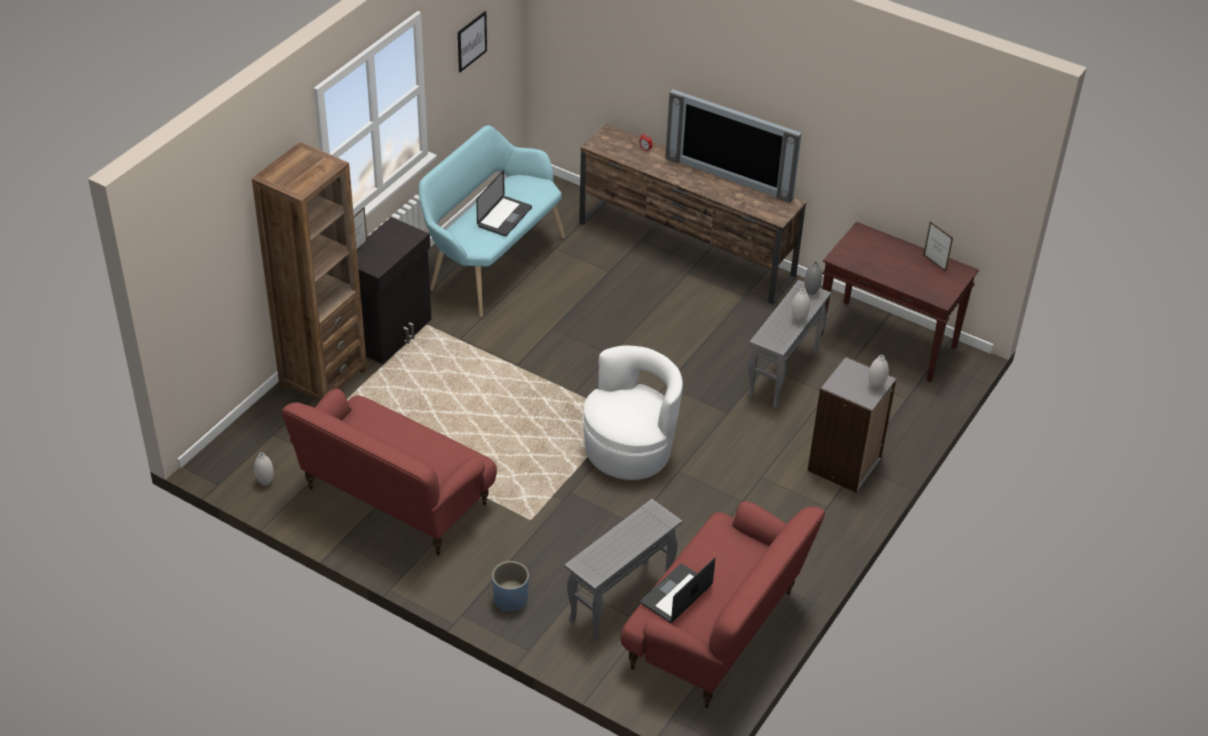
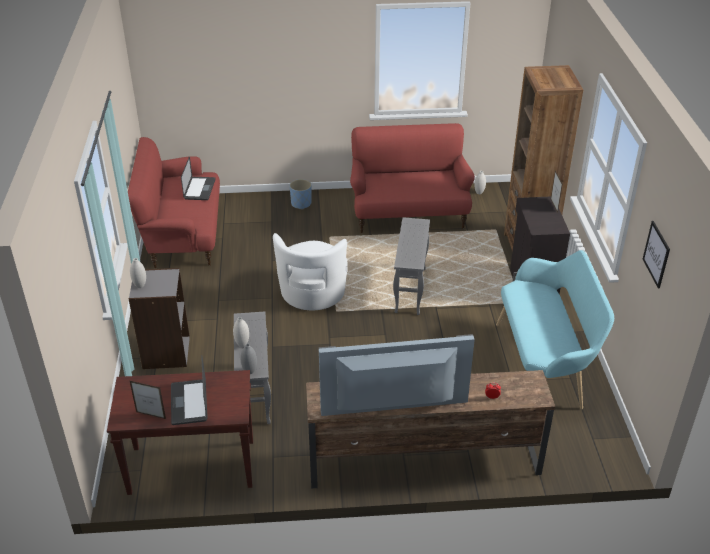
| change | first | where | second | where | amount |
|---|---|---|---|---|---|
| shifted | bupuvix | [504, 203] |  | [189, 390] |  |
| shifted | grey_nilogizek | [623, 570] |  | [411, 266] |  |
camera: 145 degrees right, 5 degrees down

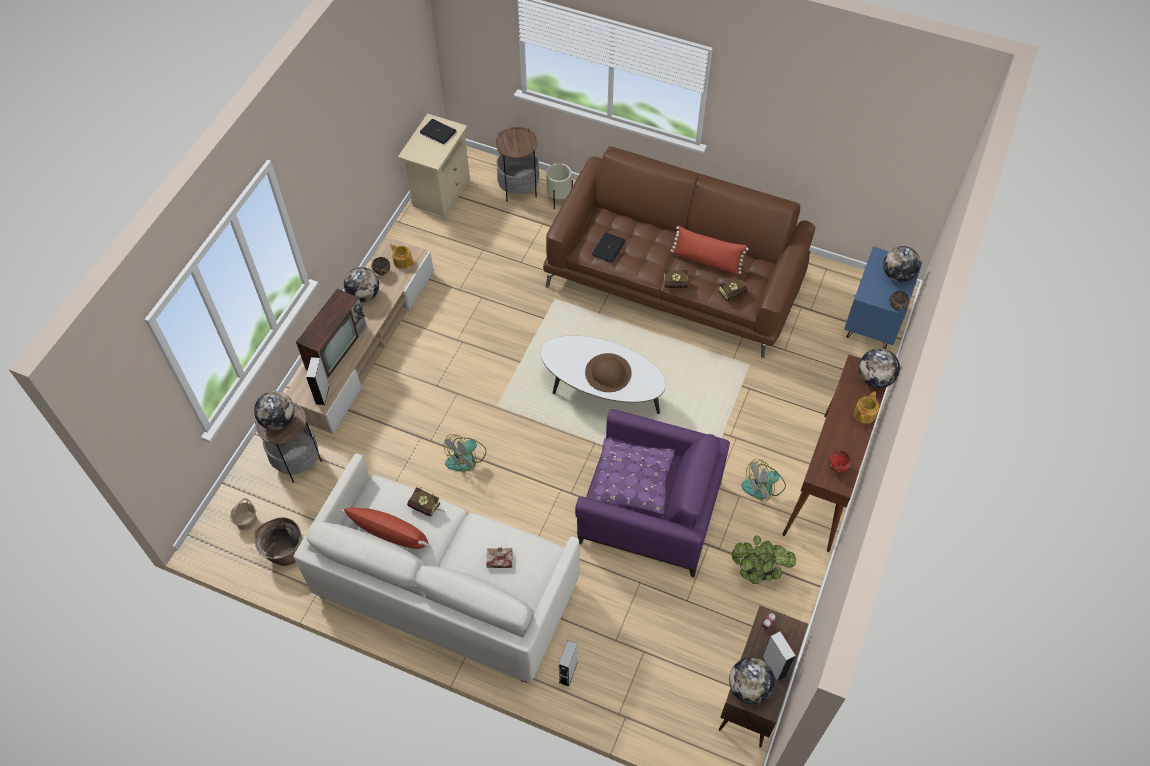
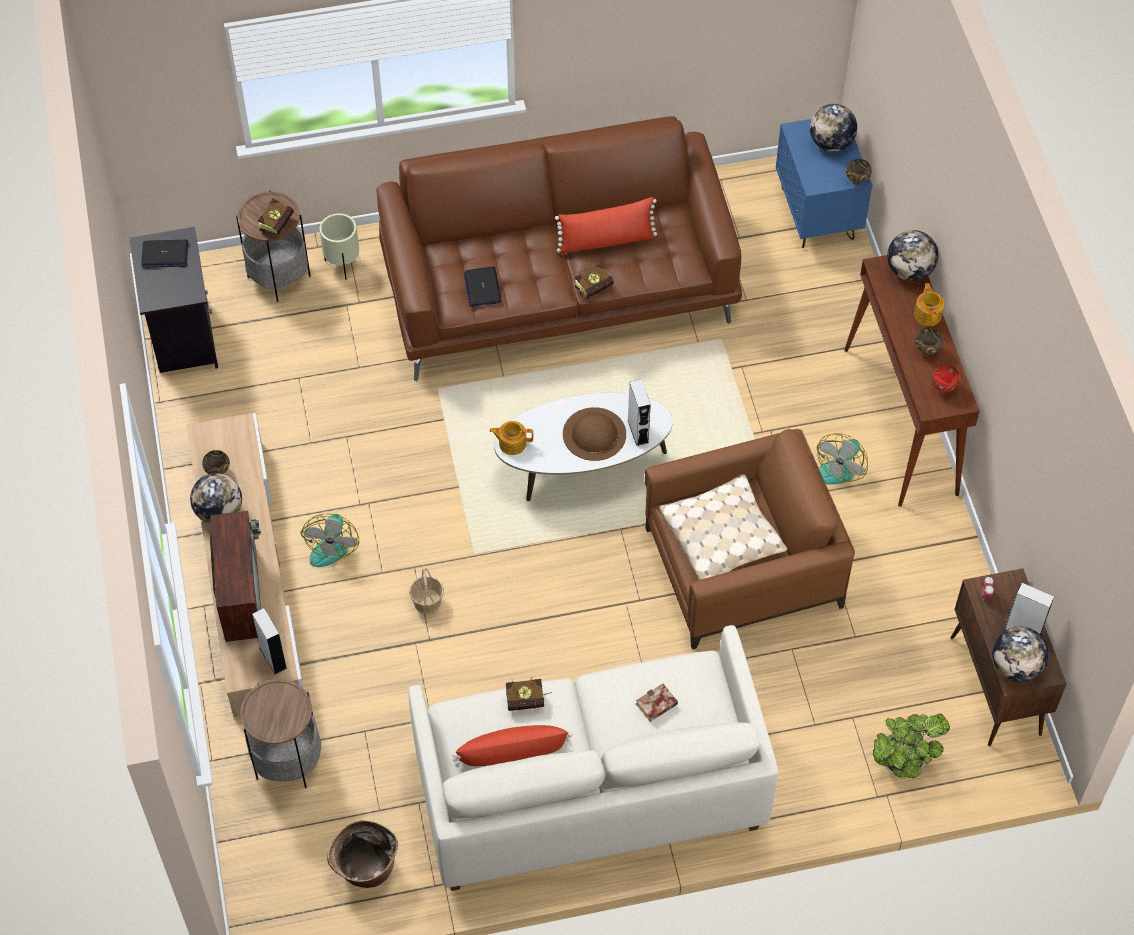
| change | first | where | second | where | amount |
|---|---|---|---|---|---|
| repainted | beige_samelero | [434, 167] | black_samelero | [173, 300] |  |
| shifted | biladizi | [733, 288] |  | [276, 216] |  |
| shifted | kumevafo | [465, 453] |  | [329, 540] |  |
| shifted | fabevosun | [243, 514] |  | [426, 591] |  |
| shifted | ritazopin | [401, 256] |  | [511, 438] |  |
| shifted | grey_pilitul | [568, 663] |  | [639, 412] |  |
| repainted | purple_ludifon | [652, 493] | brown_ludifon | [750, 539] |  |
| repainted | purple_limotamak | [634, 476] | beige_limotamak | [723, 527] |  |
| shifted | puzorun | [764, 559] |  | [911, 746] |  |
| new |  |  | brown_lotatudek | [928, 341] |  |
| gone | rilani | [274, 410] |  |  |  |
camera: 35 degrees left, 0 degrees up

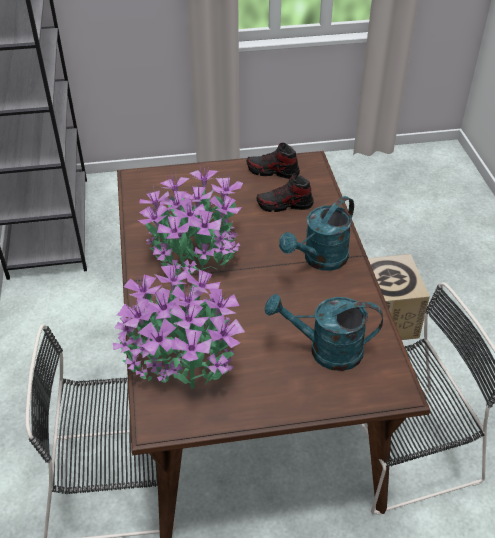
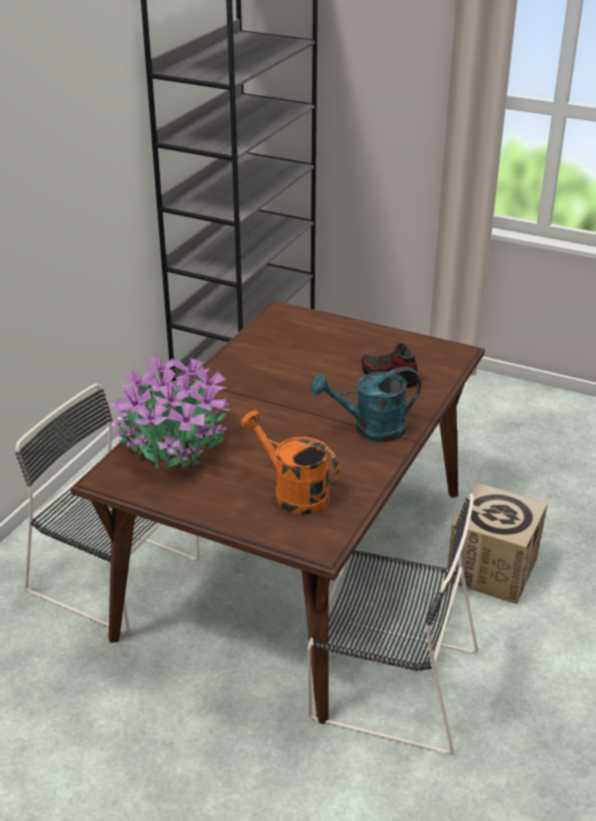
| change | first | where | second | where | amount |
|---|---|---|---|---|---|
| repainted | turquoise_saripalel | [324, 332] | orange_saripalel | [290, 462] |  |
| gone | puzorun | [190, 219] |  |  |  |
| gone | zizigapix | [273, 161] |  |  |  |
camera: 35 degrees right, 10 degrees down

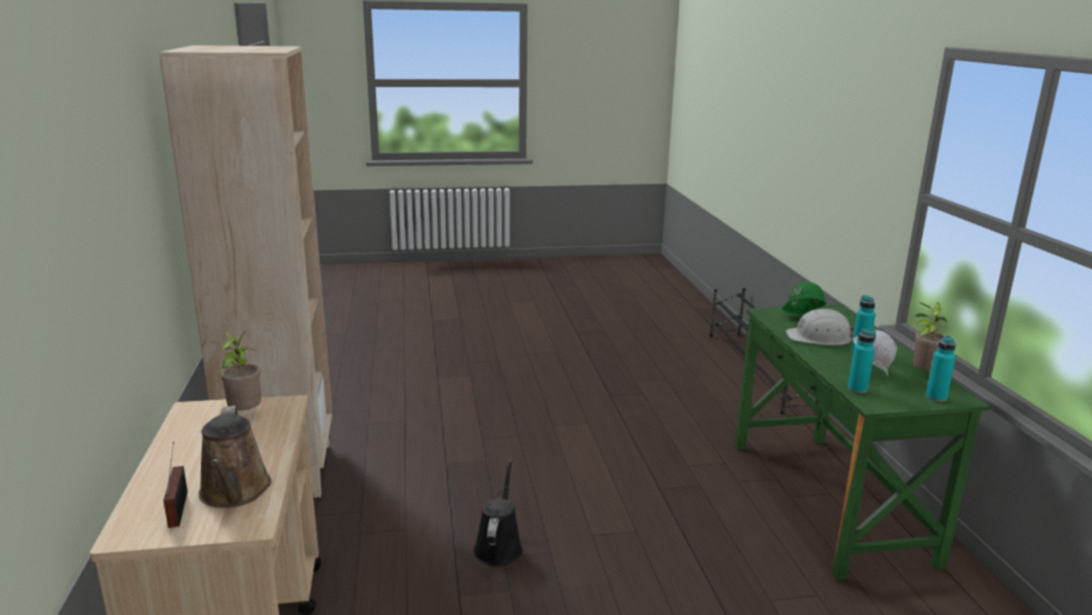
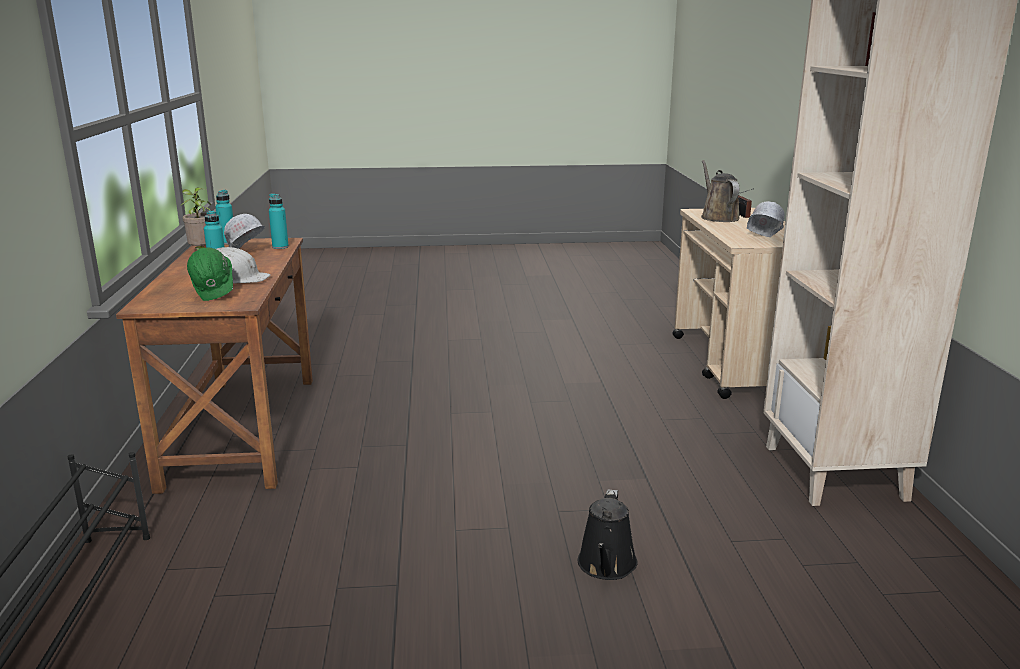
| change | first | where | second | where | amount |
|---|---|---|---|---|---|
| repainted | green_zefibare | [862, 442] | brown_zefibare | [214, 366] |  |
| shifted | black_saripalel | [498, 513] |  | [608, 534] |  |
| swapped | puzorun | [240, 371] | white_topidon | [766, 219] |  |
camera: 175 degrees left, 0 degrees up

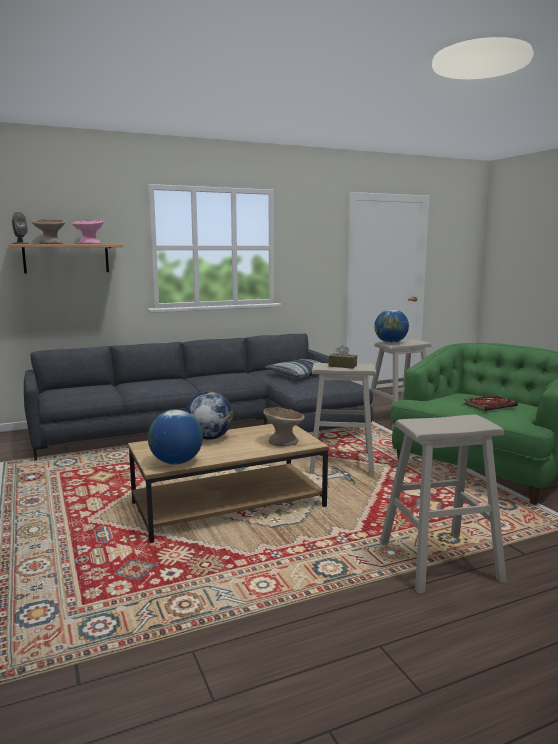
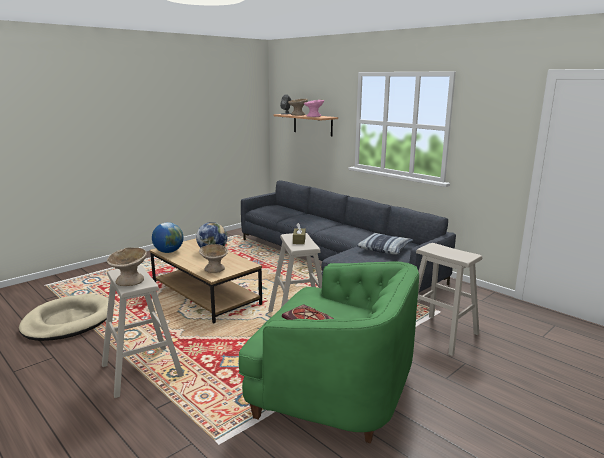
| change | first | where | second | where | amount |
|---|---|---|---|---|---|
| new |  |  | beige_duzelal | [64, 317] |  |
| new |  |  | beige_lotatudek | [127, 267] |  |
| gone | rilani | [391, 326] |  |  |  |
camera: 70 degrees right, 5 degrees up

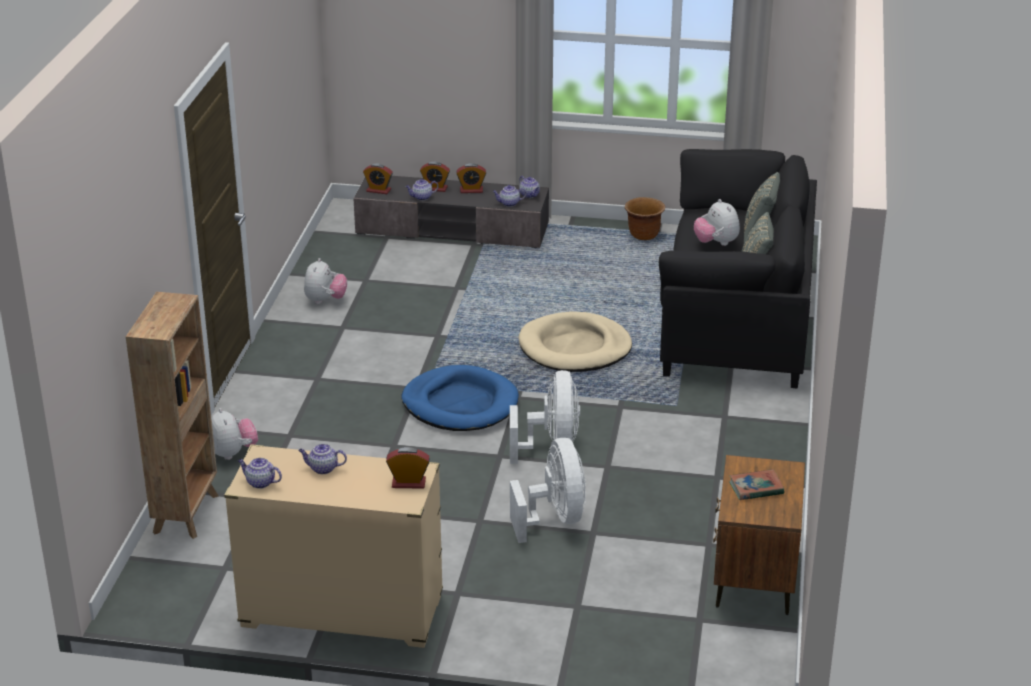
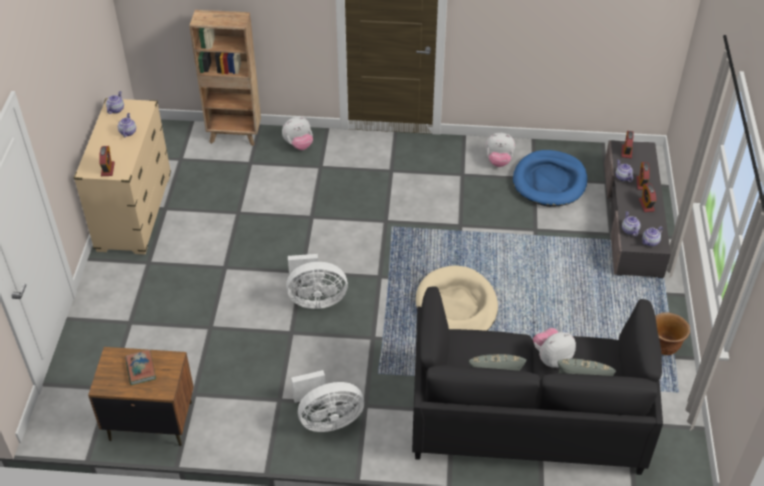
| change | first | where | second | where | amount |
|---|---|---|---|---|---|
| shifted | white_kumevafo | [548, 490] |  | [327, 401] |  |
| shifted | blue_duzelal | [460, 398] |  | [550, 178] |  |
camera: 85 degrees right, 15 degrees up

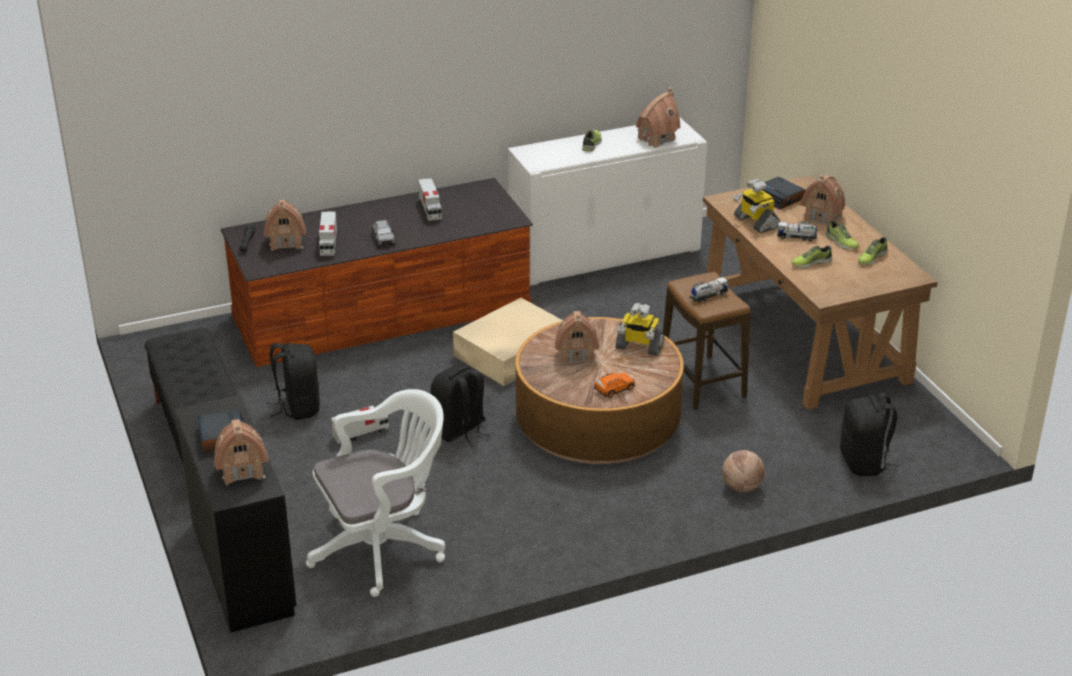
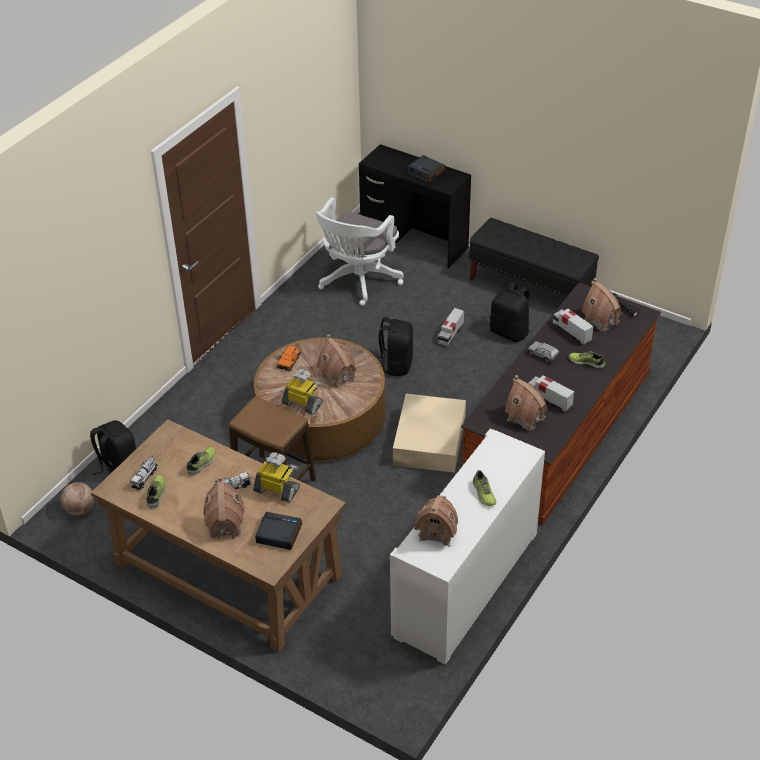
| change | first | where | second | where | amount |
|---|---|---|---|---|---|
| shifted | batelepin | [743, 471] |  | [77, 498] |  |
| shifted | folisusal | [708, 290] |  | [144, 473] |  |
| rotated | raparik | [639, 329] |  | [302, 392] | 45 degrees clockwise |
| shifted | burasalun | [241, 452] |  | [526, 403] |  |
| shifted | zizigapix | [842, 234] |  | [587, 360] |  |
camera: 145 degrees right, 10 degrees up

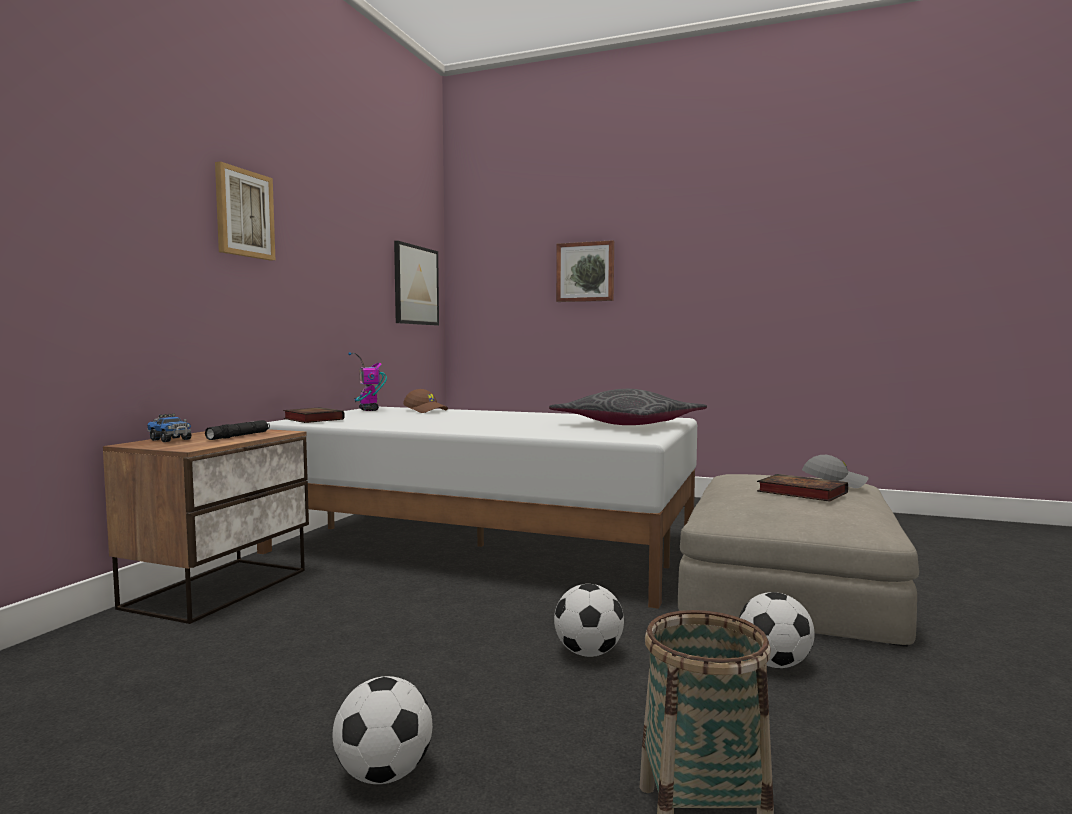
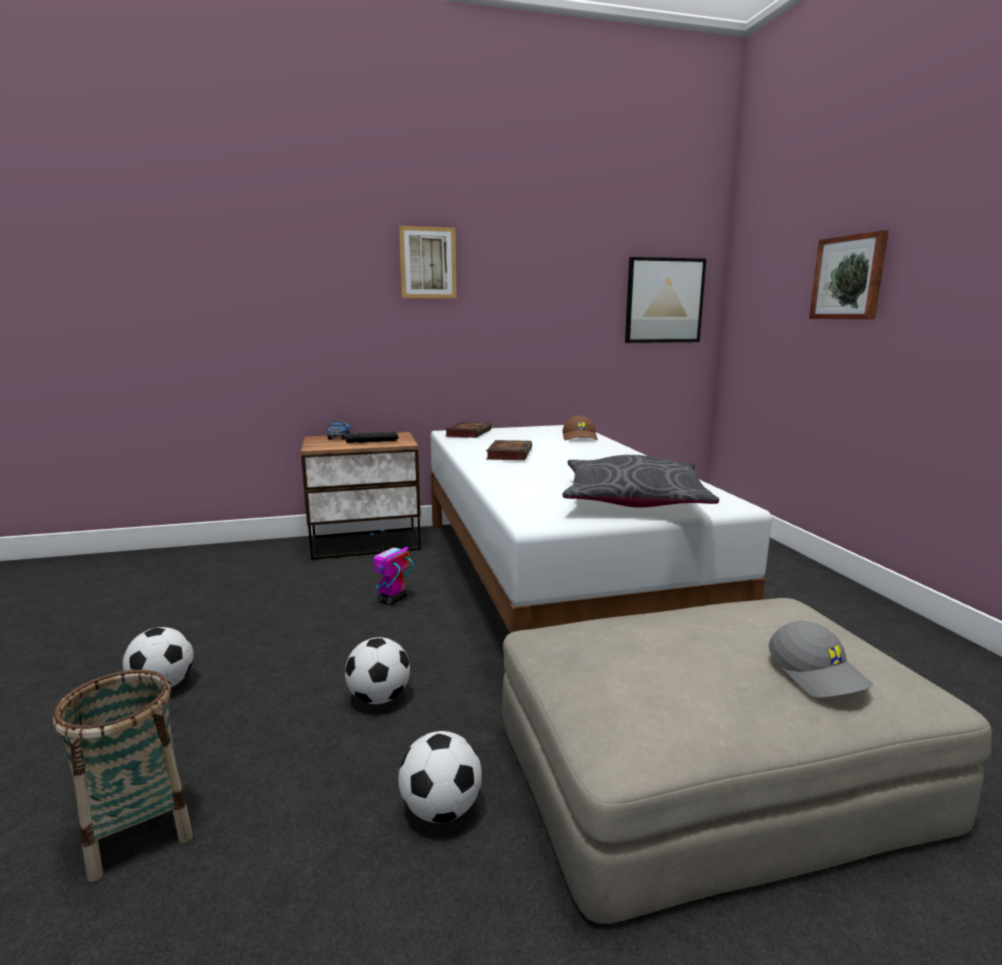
| change | first | where | second | where | amount |
|---|---|---|---|---|---|
| shifted | raparik | [367, 381] |  | [391, 567] |  |
| shifted | biladizi | [802, 488] |  | [509, 450] |  |
camera: 55 degrees right, 10 degrees up

